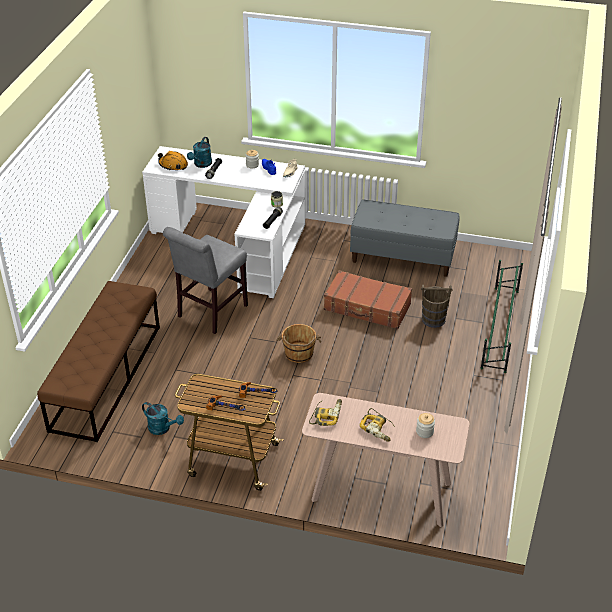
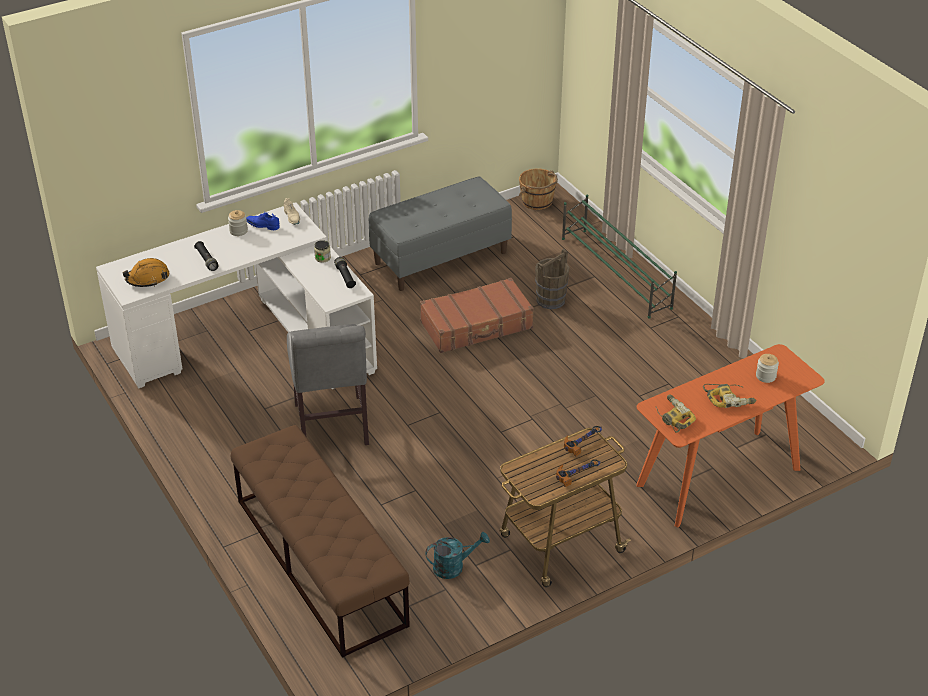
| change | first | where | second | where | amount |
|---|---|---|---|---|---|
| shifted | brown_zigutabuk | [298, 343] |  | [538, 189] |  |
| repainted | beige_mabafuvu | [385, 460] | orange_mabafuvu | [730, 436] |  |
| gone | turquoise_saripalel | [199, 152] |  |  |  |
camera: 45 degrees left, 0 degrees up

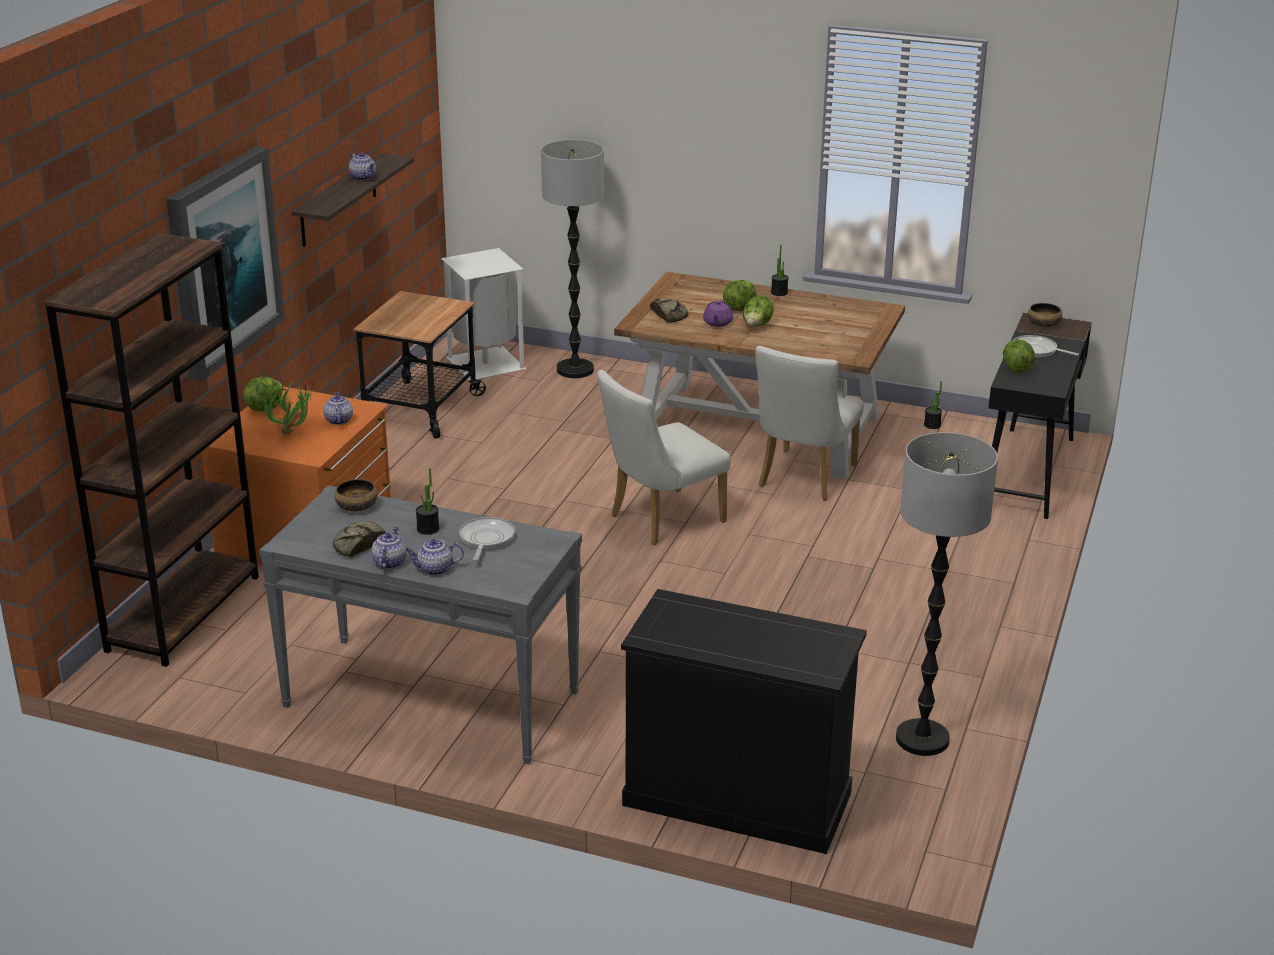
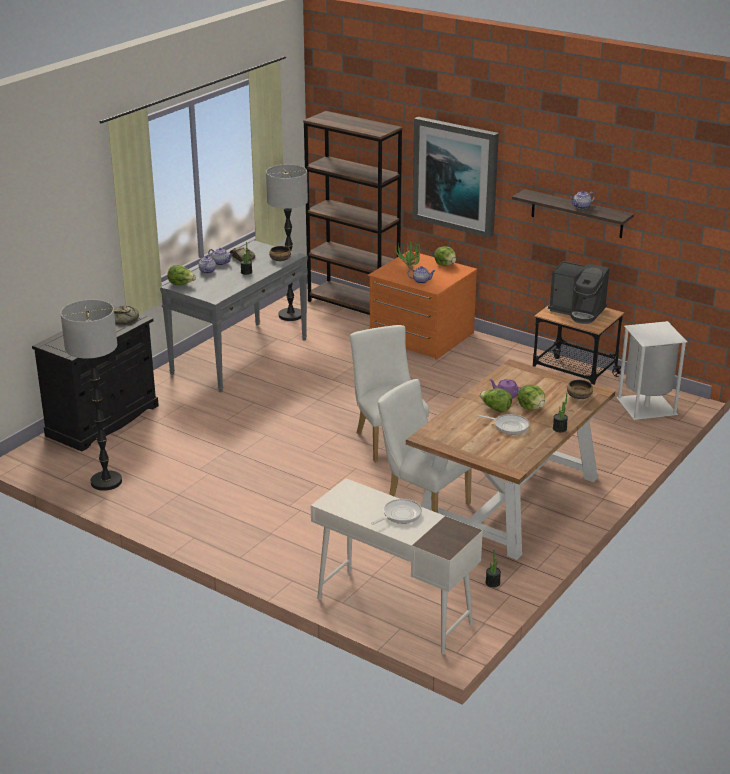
| change | first | where | second | where | amount |
|---|---|---|---|---|---|
| shifted | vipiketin | [669, 310] |  | [126, 315] |  |
| shifted | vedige | [1019, 356] |  | [181, 275] |  |
| shifted | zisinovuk | [572, 259] |  | [287, 242] |  |
| repainted | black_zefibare | [1040, 415] | white_zefibare | [397, 566] |  |
| shifted | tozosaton | [487, 539] |  | [503, 424] |  |
| new |  |  | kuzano | [578, 292] |  |
| shifted | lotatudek | [1045, 315] |  | [580, 389] |  |
camera: 105 degrees right, 0 degrees up

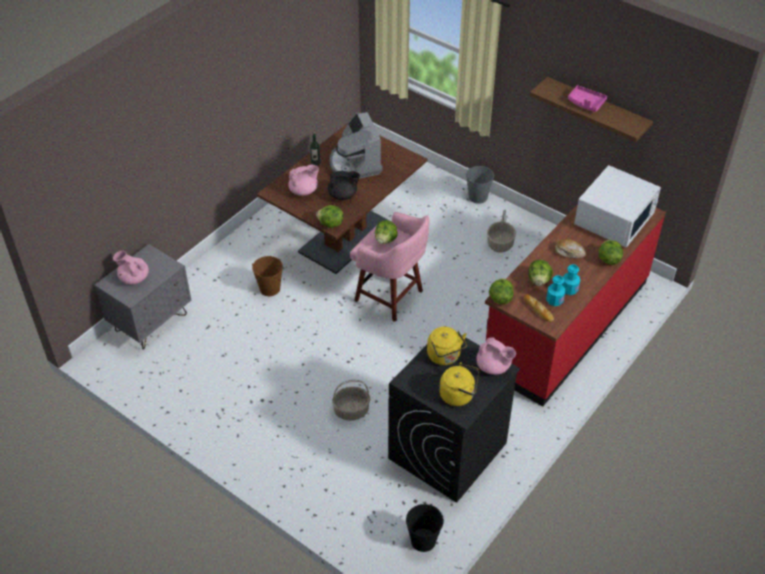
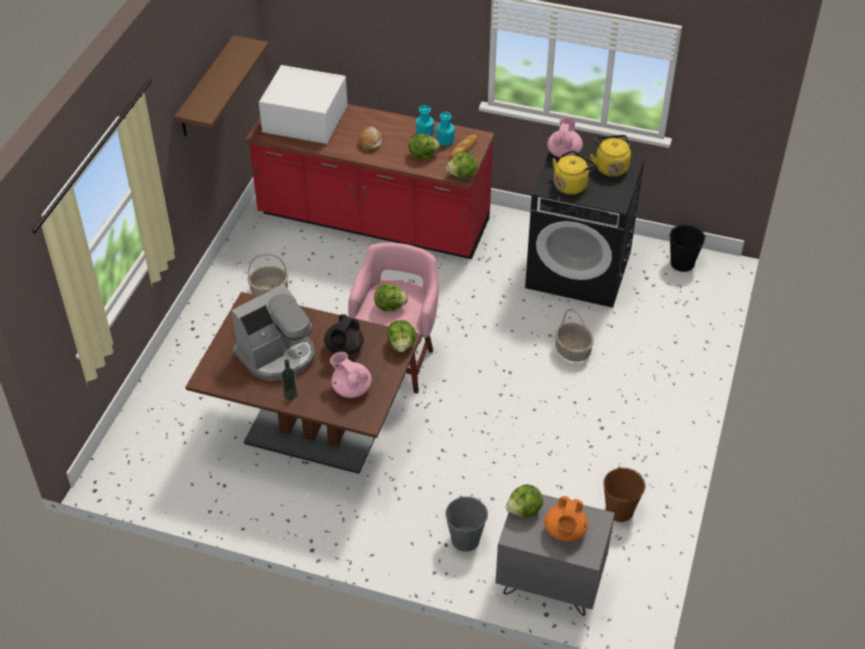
| change | first | where | second | where | amount |
|---|---|---|---|---|---|
| rotated | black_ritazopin | [344, 185] |  | [344, 334] | 135 degrees counterclockwise |
| shifted | grey_zigutabuk | [480, 185] |  | [466, 524] |  |
| shifted | vedige | [611, 252] |  | [524, 500] |  |
| repainted | pink_ritazopin | [131, 268] | orange_ritazopin | [566, 519] |  |
| shifted | brown_zigutabuk | [267, 276] |  | [624, 494] |  |
| gone | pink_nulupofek | [587, 98] |  |  |  |
camera: 110 degrees left, 0 degrees up

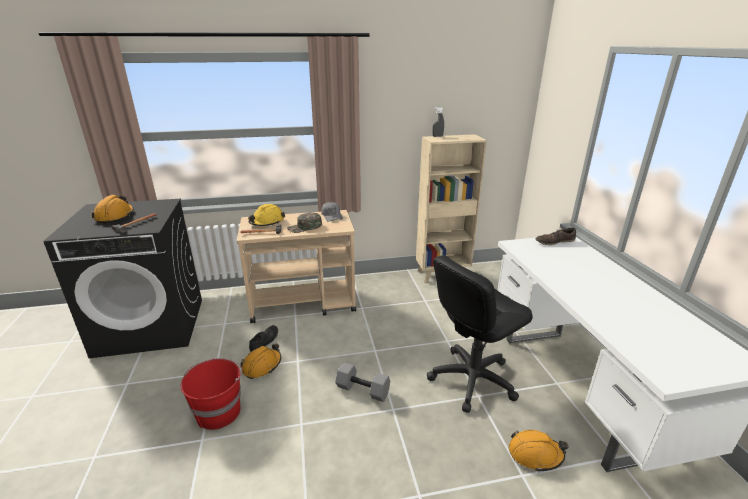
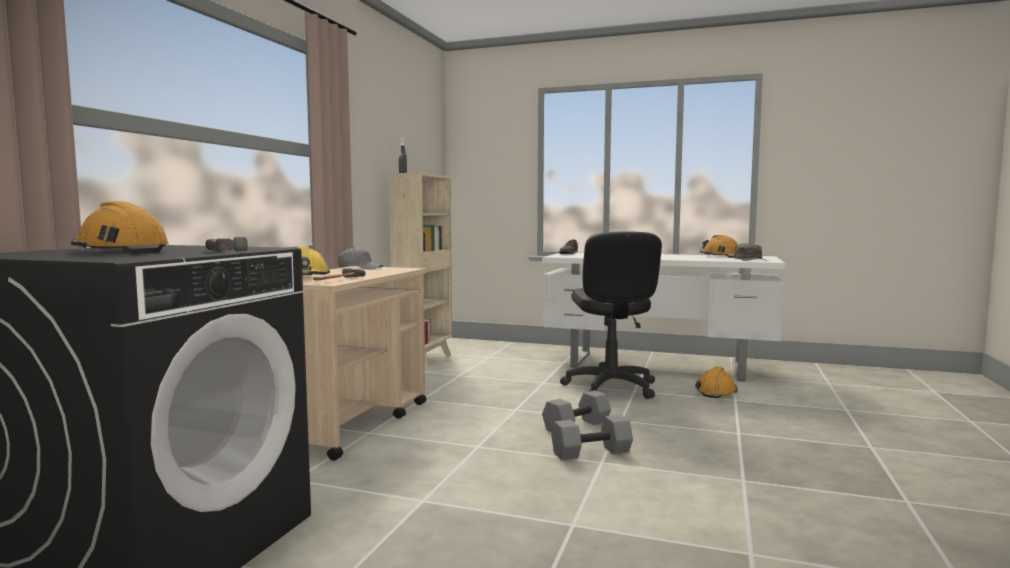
| change | first | where | second | where | amount |
|---|---|---|---|---|---|
| new |  |  | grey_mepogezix | [592, 437] |  |
| shifted | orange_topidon | [260, 361] |  | [719, 246] |  |
| shifted | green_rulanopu | [304, 222] |  | [751, 252] |  |
| gone | red_zigutabuk | [211, 394] |  |  |  |
| gone | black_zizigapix | [263, 338] |  |  |  |
camera: 60 degrees left, 20 degrees down

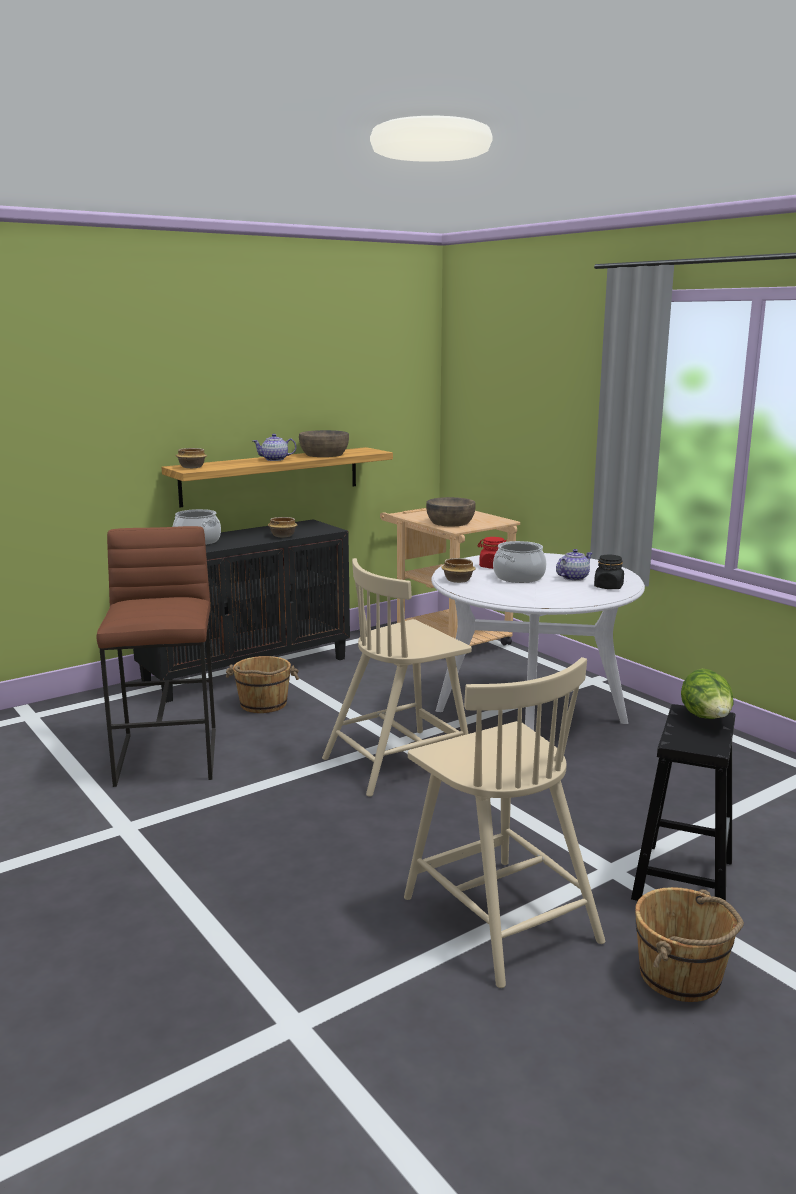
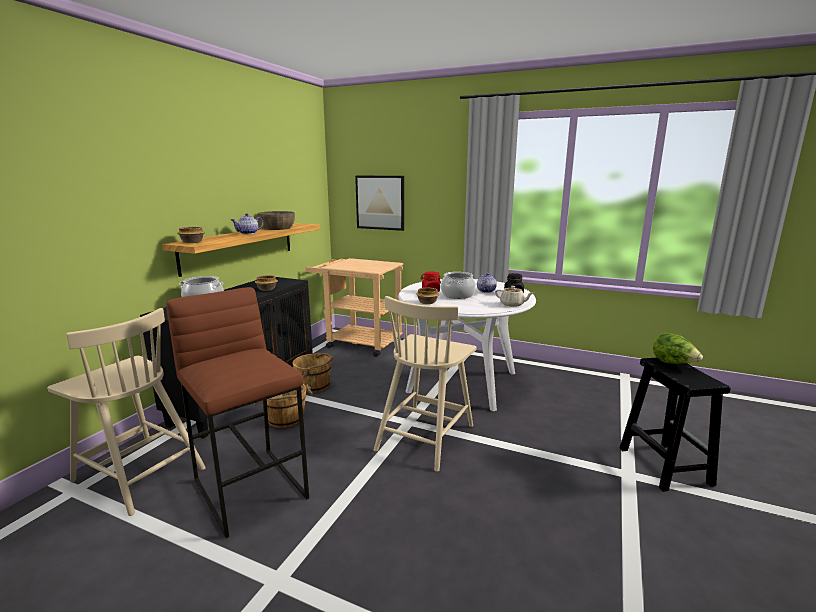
| change | first | where | second | where | amount |
|---|---|---|---|---|---|
| shifted | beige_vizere | [504, 822] |  | [126, 412] |  |
| shifted | brown_zigutabuk | [689, 944] |  | [312, 373] |  |
| new |  |  | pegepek | [379, 203] |  |
| new |  |  | beige_ritazopin | [514, 296] |  |
| gone | brown_lotatudek | [451, 511] |  |  |  |
camera: 30 degrees left, 0 degrees up

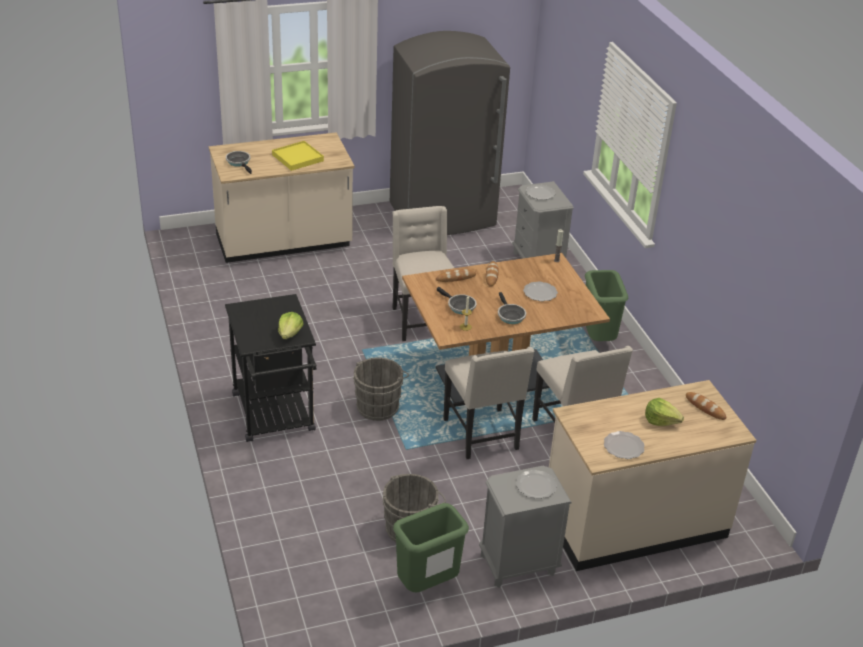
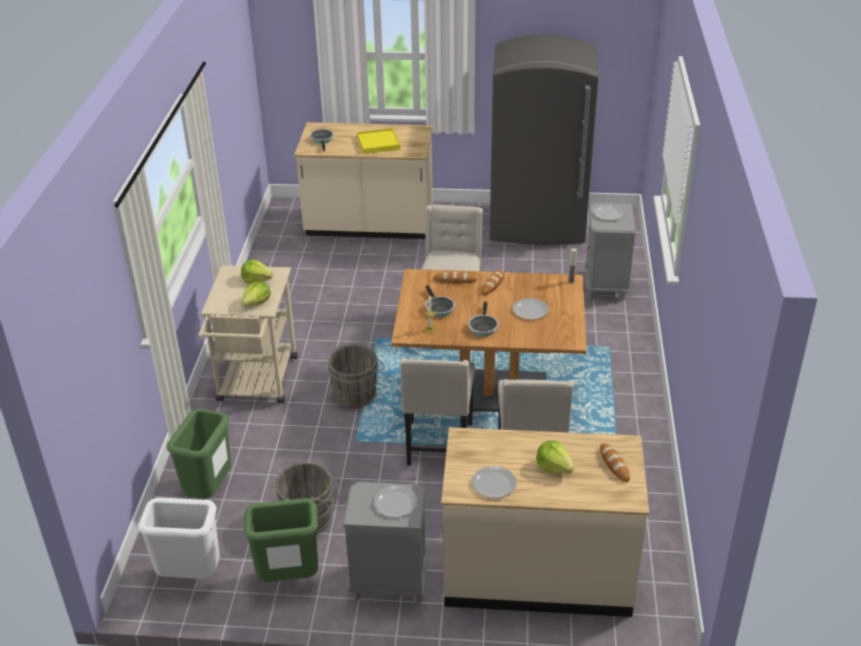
| change | first | where | second | where | amount |
|---|---|---|---|---|---|
| new |  |  | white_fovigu | [179, 538] |  |
| shifted | green_fovigu | [606, 305] |  | [199, 454] |  |
| repainted | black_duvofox | [270, 368] | beige_duvofox | [248, 334] |  |
| new |  |  | vedige | [257, 271] |  |
camera: 25 degrees right, 0 degrees up

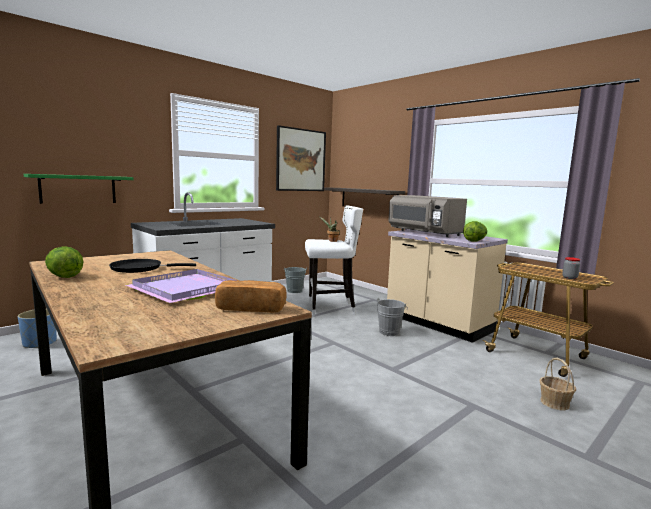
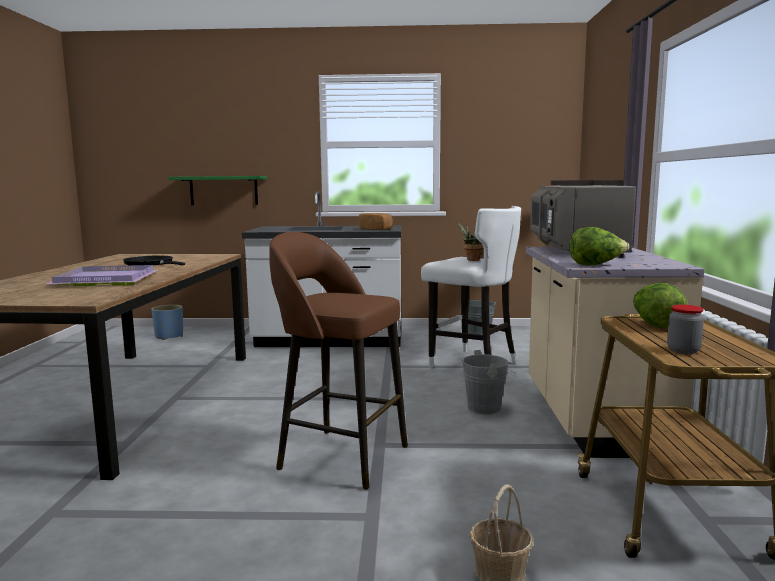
| change | first | where | second | where | amount |
|---|---|---|---|---|---|
| new |  |  | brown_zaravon | [338, 361] |  |
| shifted | vipiketin | [251, 296] |  | [376, 221] |  |
| shifted | vedige | [64, 262] |  | [660, 305] |  |
| gone | pegepek | [301, 158] |  |  |  |
camera: 45 degrees right, 0 degrees up

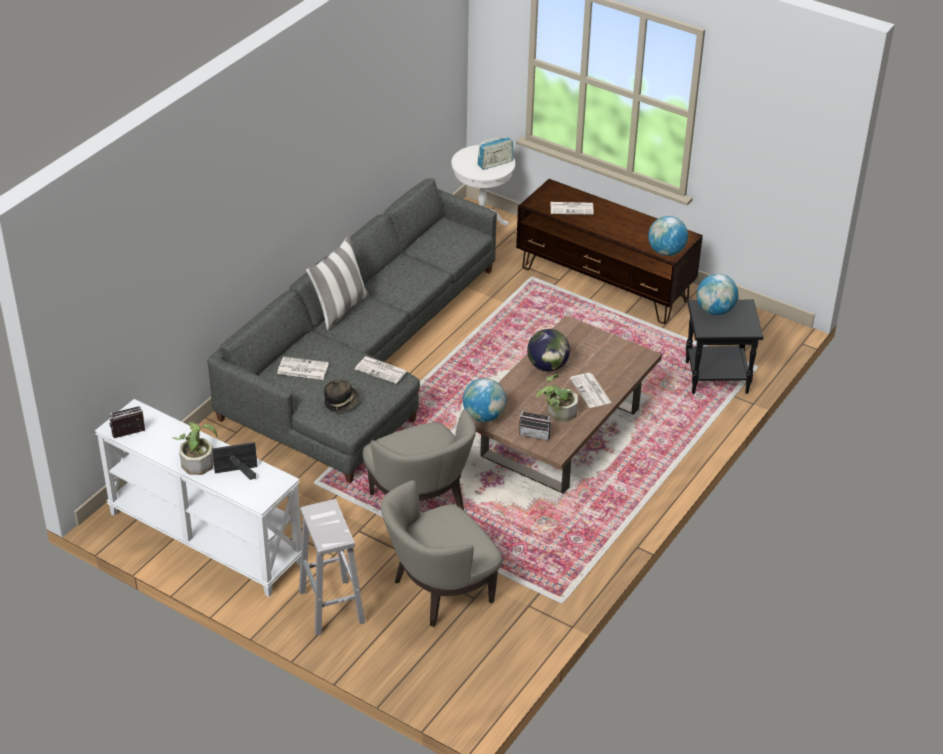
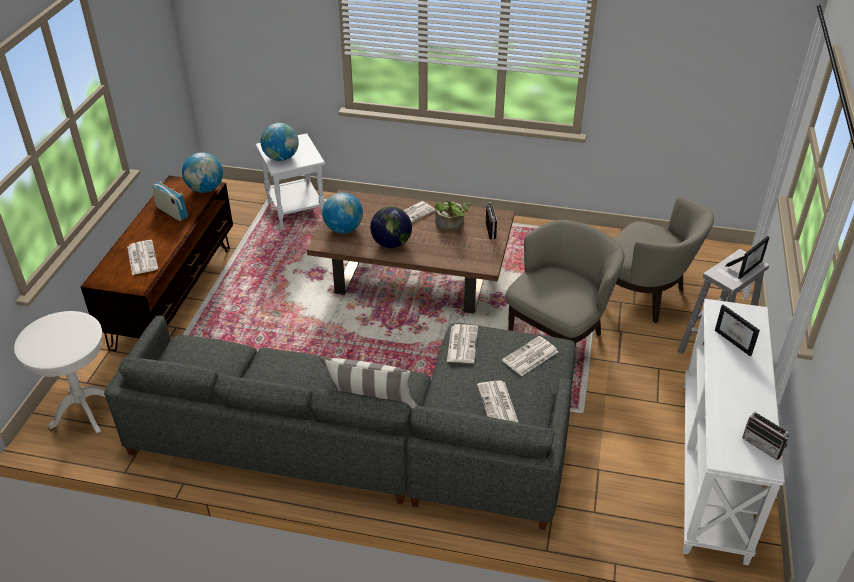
| change | first | where | second | where | amount |
|---|---|---|---|---|---|
| shifted | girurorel | [495, 153] |  | [170, 201] |  |
| repainted | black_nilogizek | [724, 347] | white_nilogizek | [290, 180] |  |
| shifted | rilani | [484, 400] |  | [342, 213] |  |
| swapped | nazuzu | [341, 395] | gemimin | [530, 356] |  |
| new |  |  | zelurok | [747, 257] |  |
| gone | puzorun | [194, 448] |  |  |  |
camera: 110 degrees left, 0 degrees up

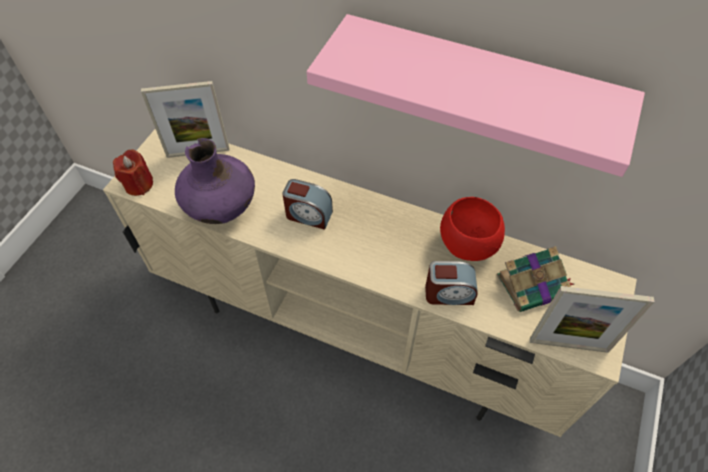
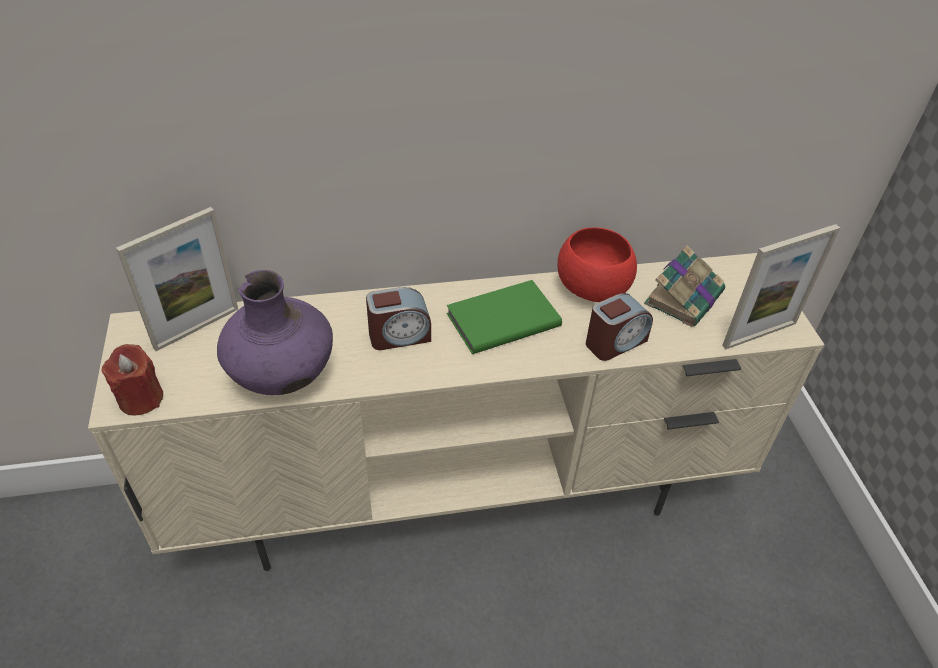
| change | first | where | second | where | amount |
|---|---|---|---|---|---|
| new |  |  | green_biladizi | [504, 317] |  |
| gone | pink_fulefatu | [476, 95] |  |  |  |
camera: 35 degrees left, 10 degrees down

